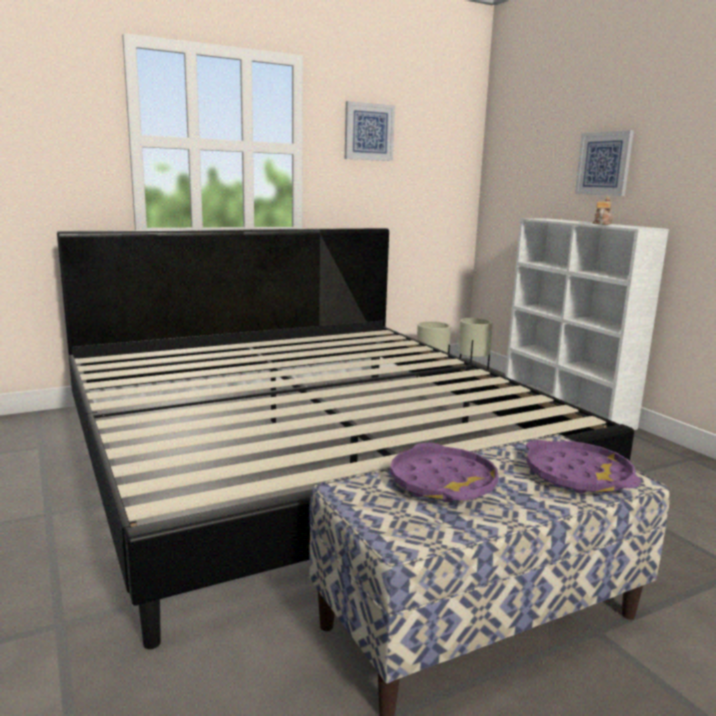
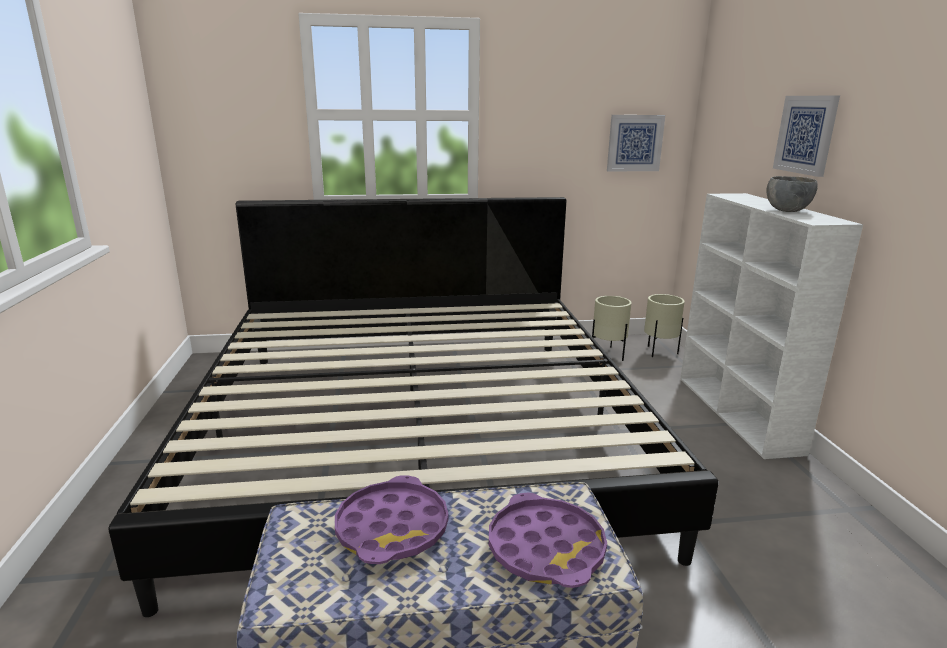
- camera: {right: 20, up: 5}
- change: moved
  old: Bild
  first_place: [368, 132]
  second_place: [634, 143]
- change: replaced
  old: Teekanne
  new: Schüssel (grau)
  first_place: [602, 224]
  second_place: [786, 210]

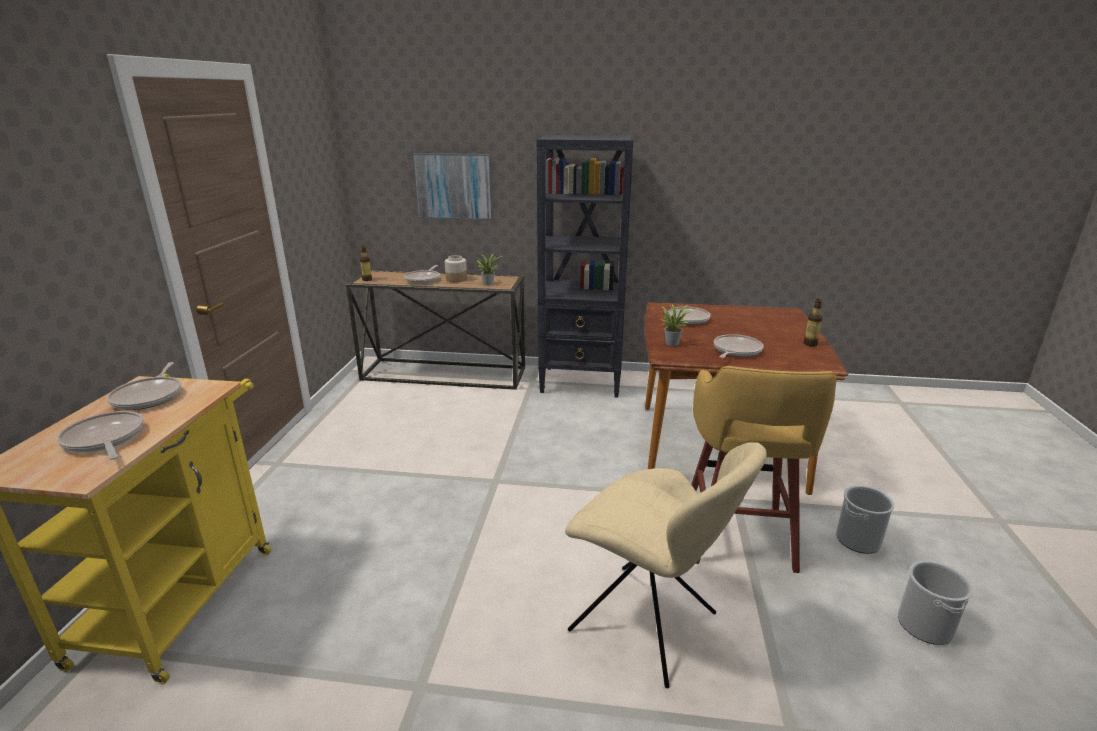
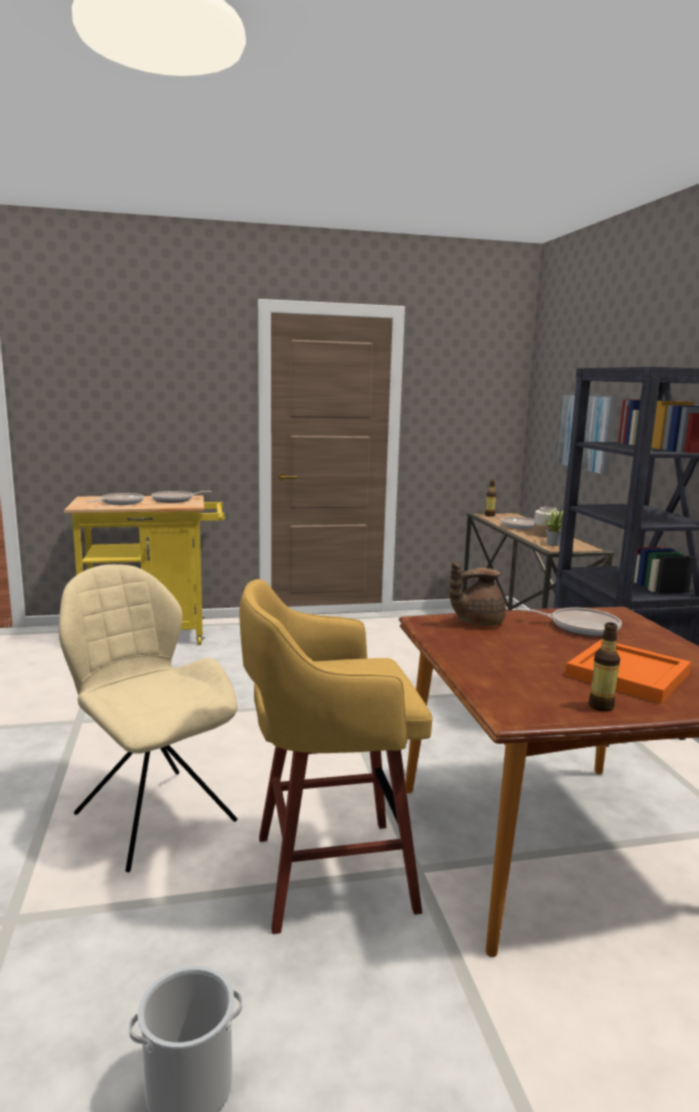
- camera: {right: 70, up: -10}
- change: removed
  old: Pfanne
  first_place: [735, 350]
- change: removed
  old: Eimer
  first_place: [858, 540]
- change: added
  new: Tablett (orange)
  second_place: [626, 673]
- change: replaced
  old: Topfpflanze
  new: Teekanne (braun)
  first_place: [672, 342]
  second_place: [476, 622]
- change: turned
  old: Stuhl (beige)
  first_place: [648, 625]
  second_place: [152, 814]
  degrees: 120

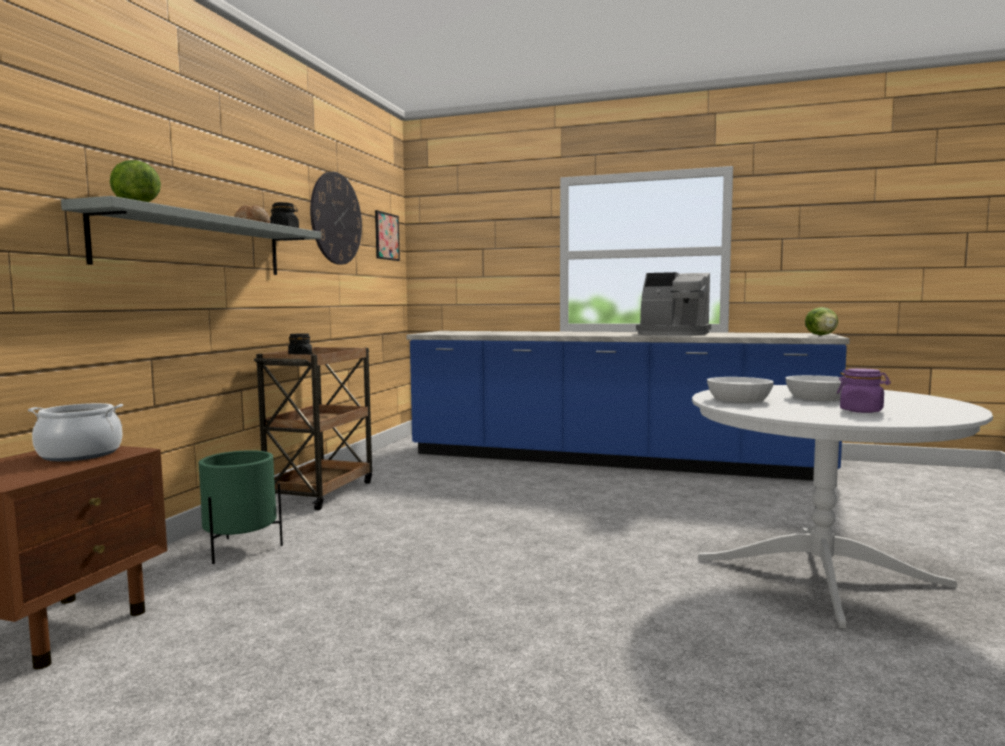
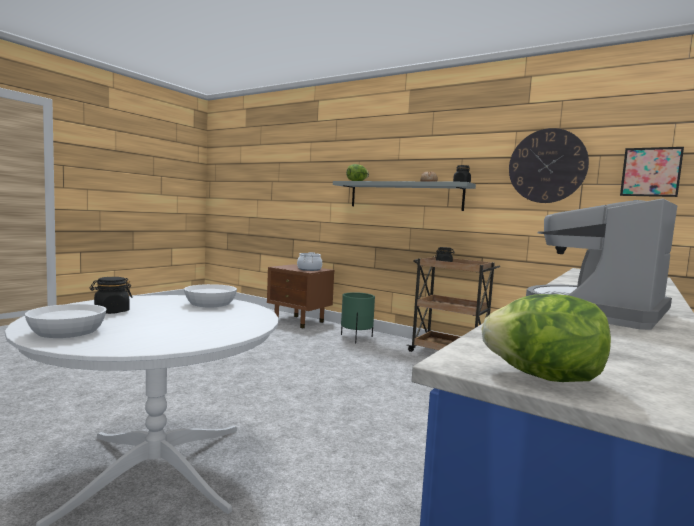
- camera: {right: 105, up: 0}
- change: moved
  old: Schüssel (weiß)
  first_place: [817, 398]
  second_place: [68, 332]
- change: recoloured
  old: Vorratsglas (lila)
  new: Vorratsglas (schwarz)
  first_place: [861, 411]
  second_place: [111, 311]

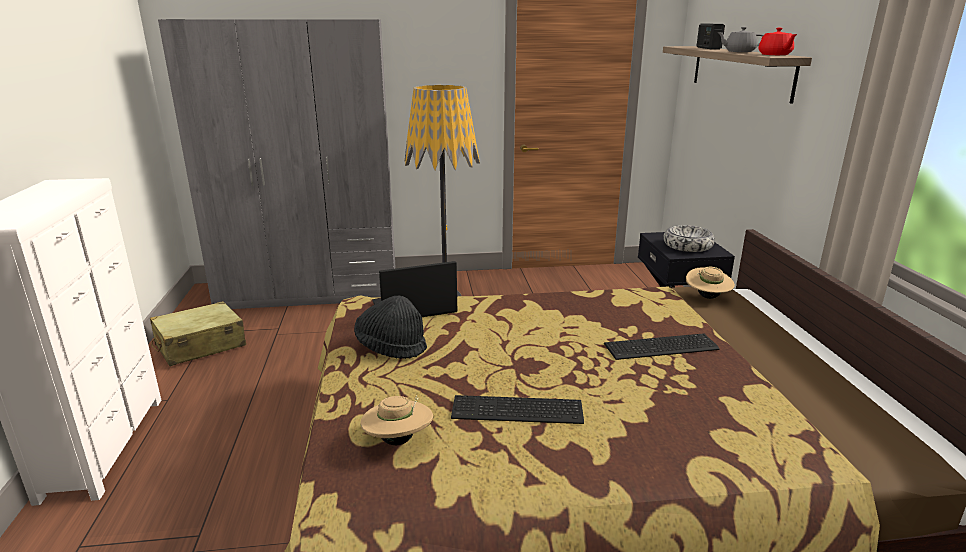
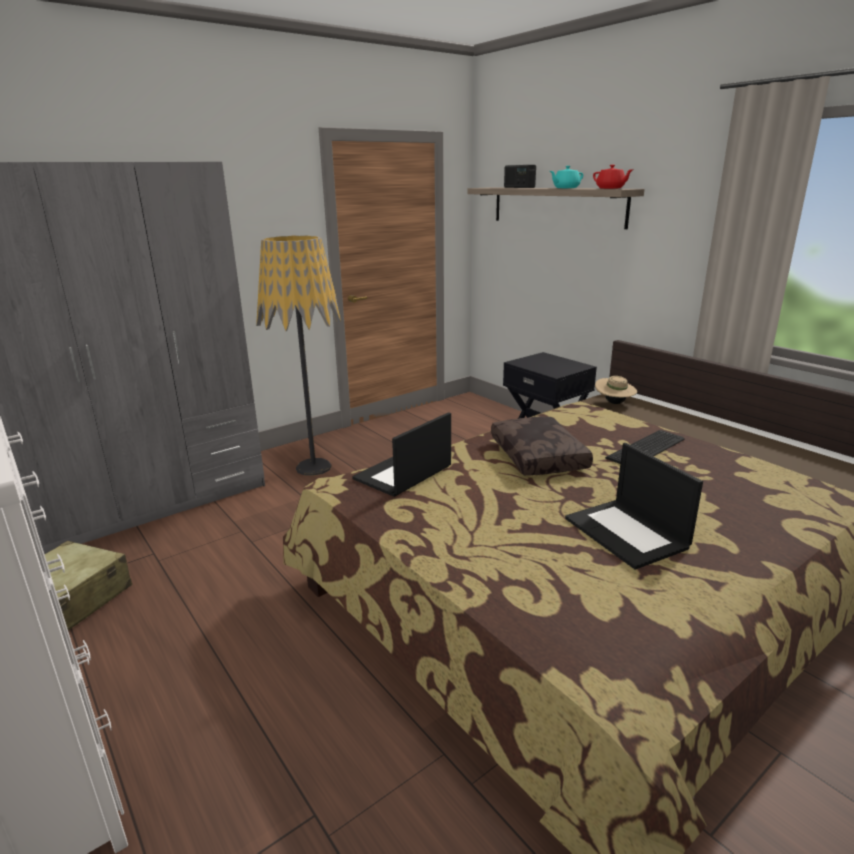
- camera: {right: -30, up: 0}
- change: removed
  old: Hut (schwarz)
  first_place: [391, 347]
- change: removed
  old: Hut (beige)
  first_place: [398, 440]
- change: removed
  old: Schüssel
  first_place: [687, 246]
- change: added
  new: Kissen (braun)
  second_place: [540, 457]
- change: replaced
  old: Tastatur
  new: Laptop
  first_place: [518, 411]
  second_place: [627, 533]
- change: recoloured
  old: Teekanne (grau)
  new: Teekanne (türkis)
  first_place: [739, 52]
  second_place: [565, 188]

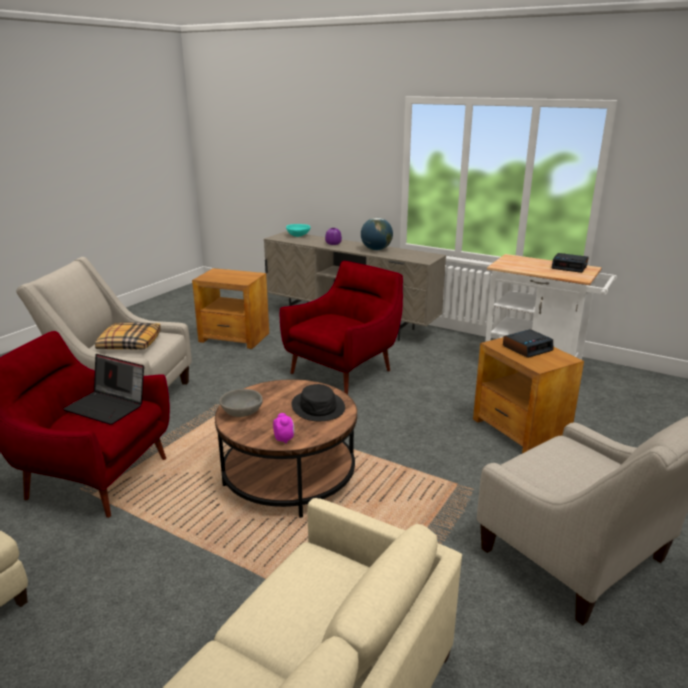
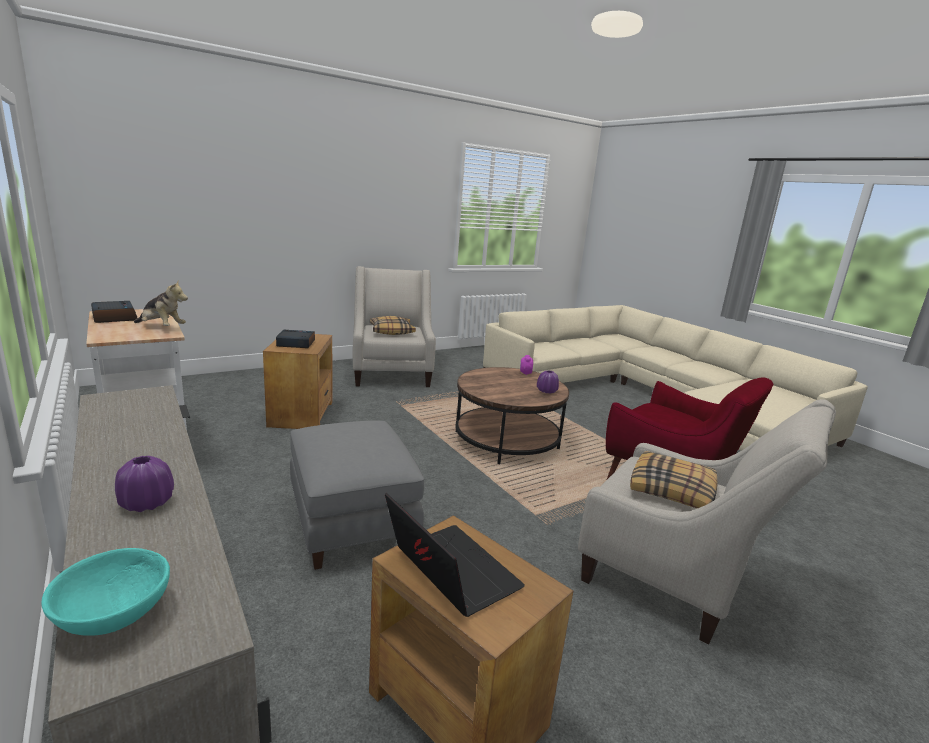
- camera: {right: -155, up: -5}
- change: removed
  old: Hut (schwarz)
  first_place: [318, 407]
- change: removed
  old: Globus
  first_place: [376, 249]
- change: added
  new: Plüschtier
  second_place: [161, 327]
- change: added
  new: Kissen
  second_place: [392, 331]
- change: moved
  old: Laptop
  first_place: [108, 406]
  second_place: [449, 572]
- change: replaced
  old: Schüssel (grau)
  new: Vase (lila)
  first_place: [242, 413]
  second_place: [546, 391]
- change: replaced
  old: Sessel (rot)
  new: Polsterhocker (grau)
  first_place: [344, 370]
  second_place: [350, 521]

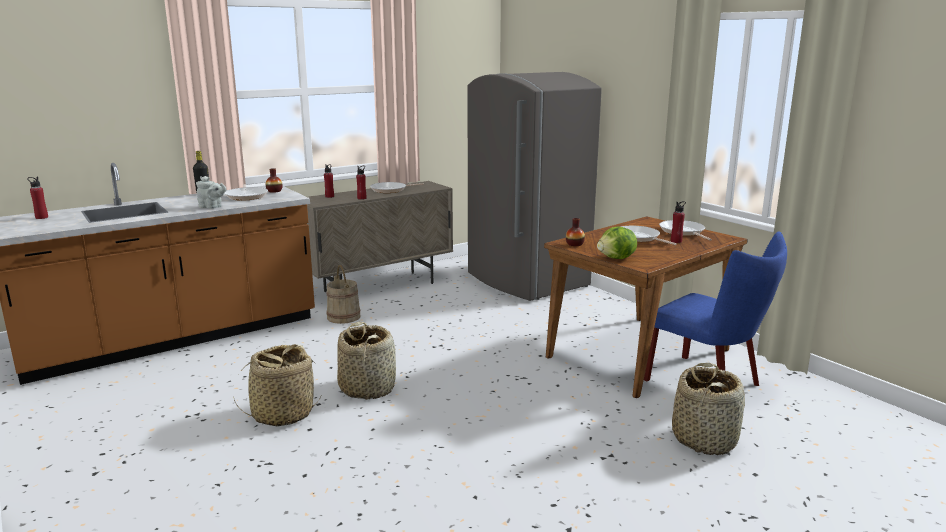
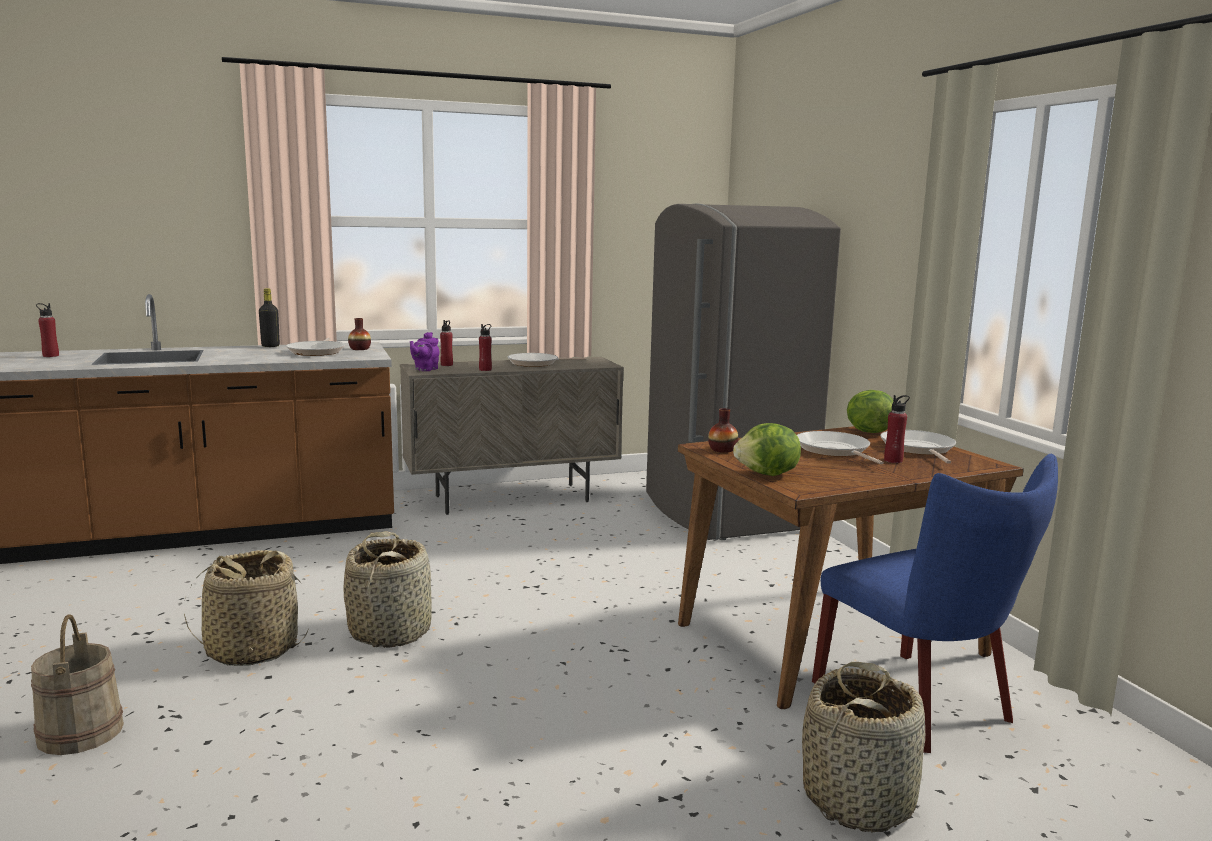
- camera: {right: 15, up: -5}
- change: removed
  old: Teekanne (grau)
  first_place: [212, 207]
- change: added
  new: Teekanne (lila)
  second_place: [425, 369]
- change: added
  new: Salatkopf
  second_place: [867, 432]
- change: moved
  old: Eimer (beige)
  first_place: [343, 317]
  second_place: [79, 732]

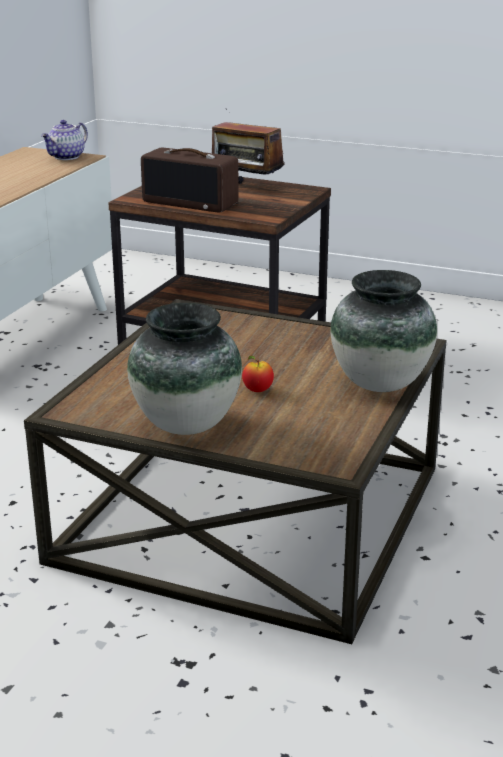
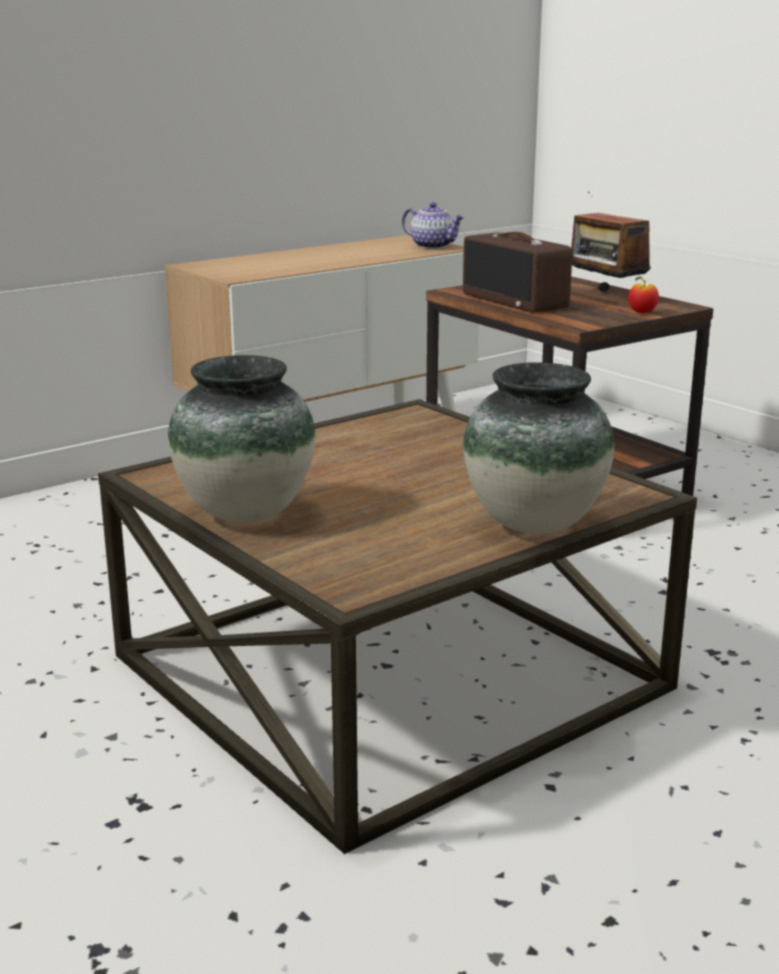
- camera: {right: 30, up: -5}
- change: moved
  old: Apfel
  first_place: [257, 390]
  second_place: [642, 313]
- change: turned
  old: Teekanne
  first_place: [67, 157]
  second_place: [433, 246]
  degrees: -120

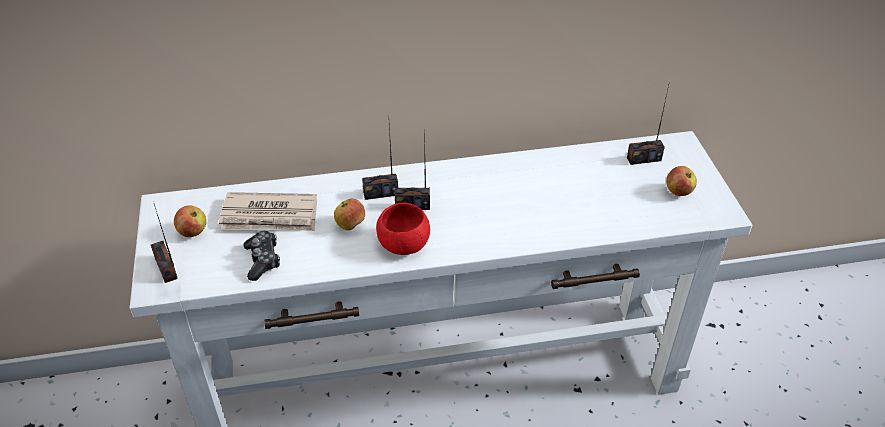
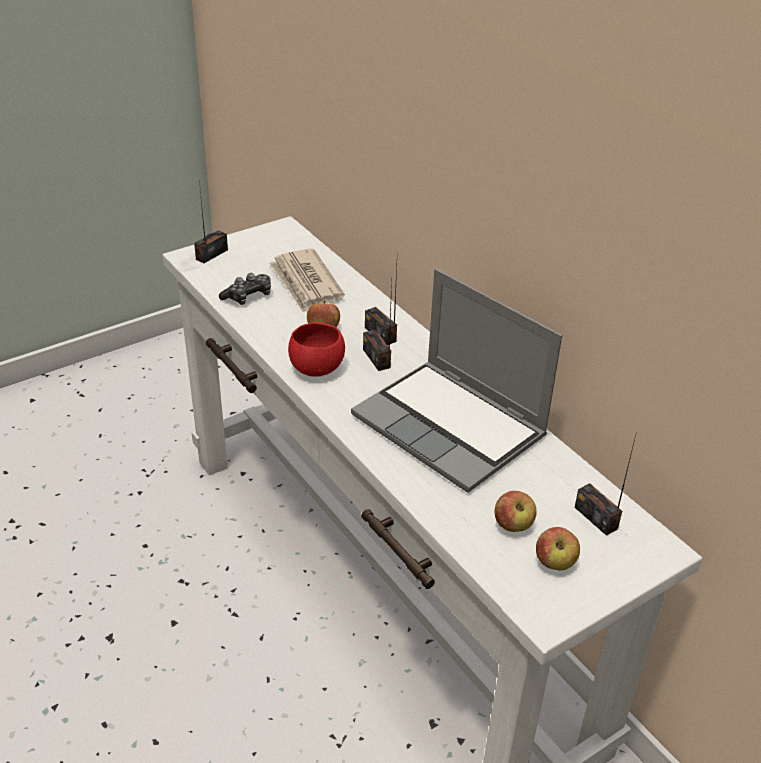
- camera: {right: 65, up: -5}
- change: added
  new: Laptop
  second_place: [452, 427]
- change: moved
  old: Apfel
  first_place: [193, 232]
  second_place: [513, 525]

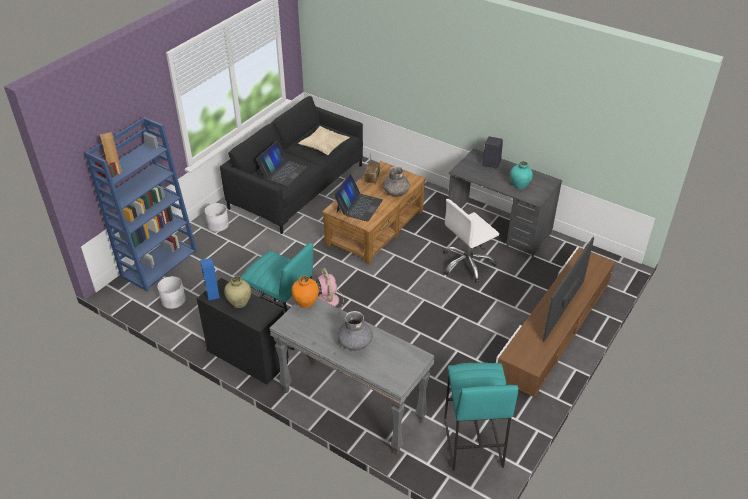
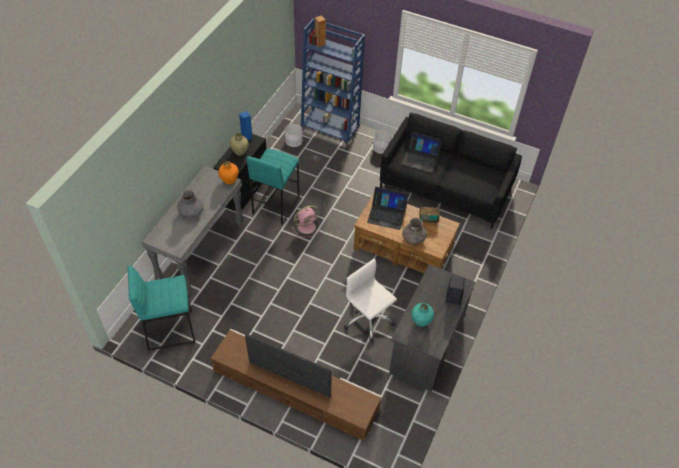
- camera: {right: 80, up: 10}
- change: removed
  old: Kissen (beige)
  first_place: [324, 147]

